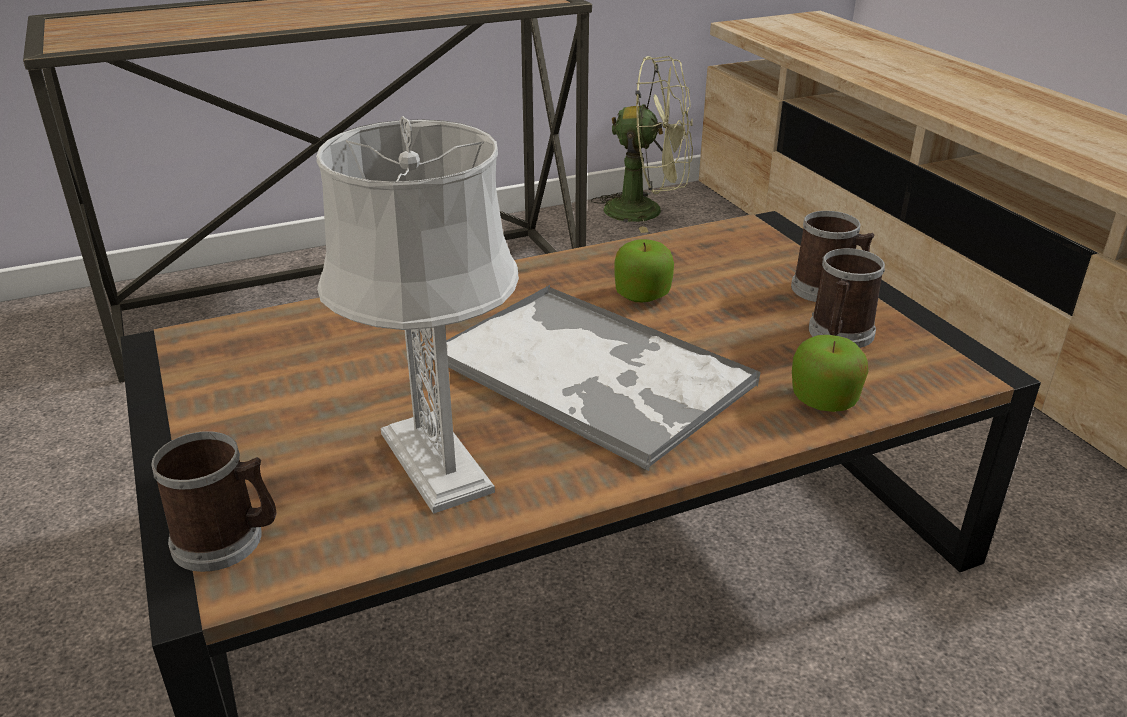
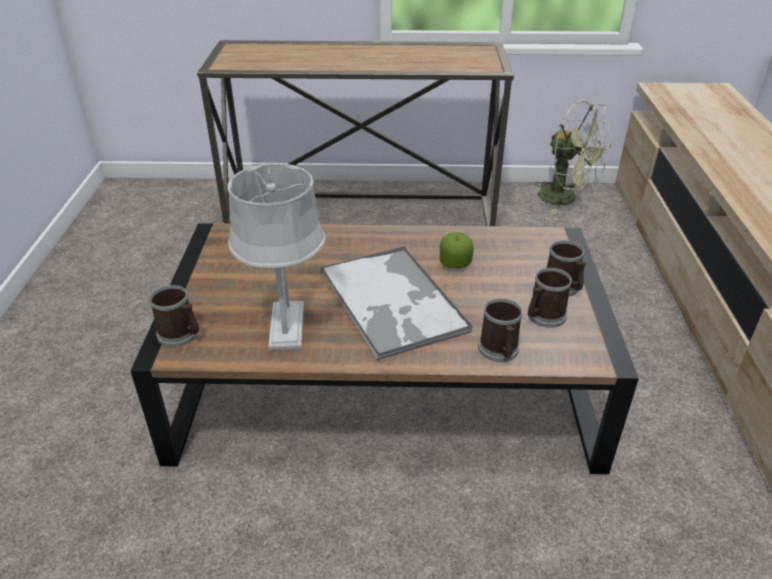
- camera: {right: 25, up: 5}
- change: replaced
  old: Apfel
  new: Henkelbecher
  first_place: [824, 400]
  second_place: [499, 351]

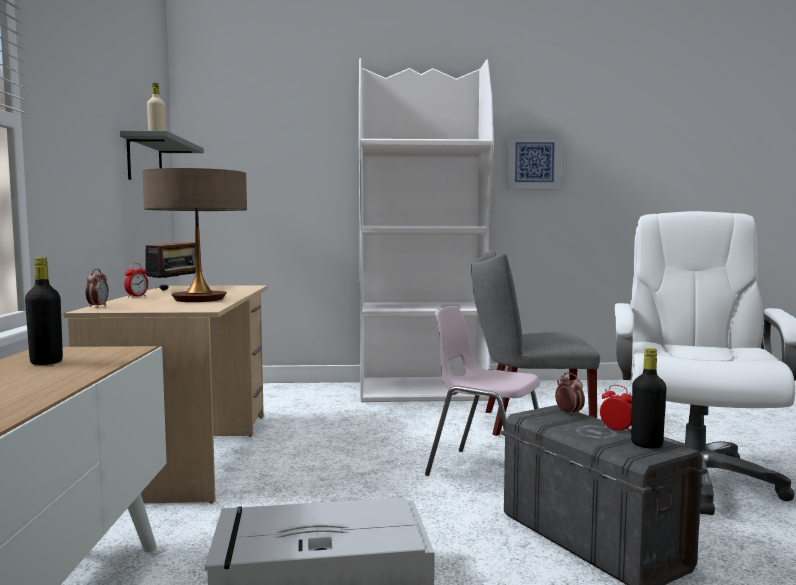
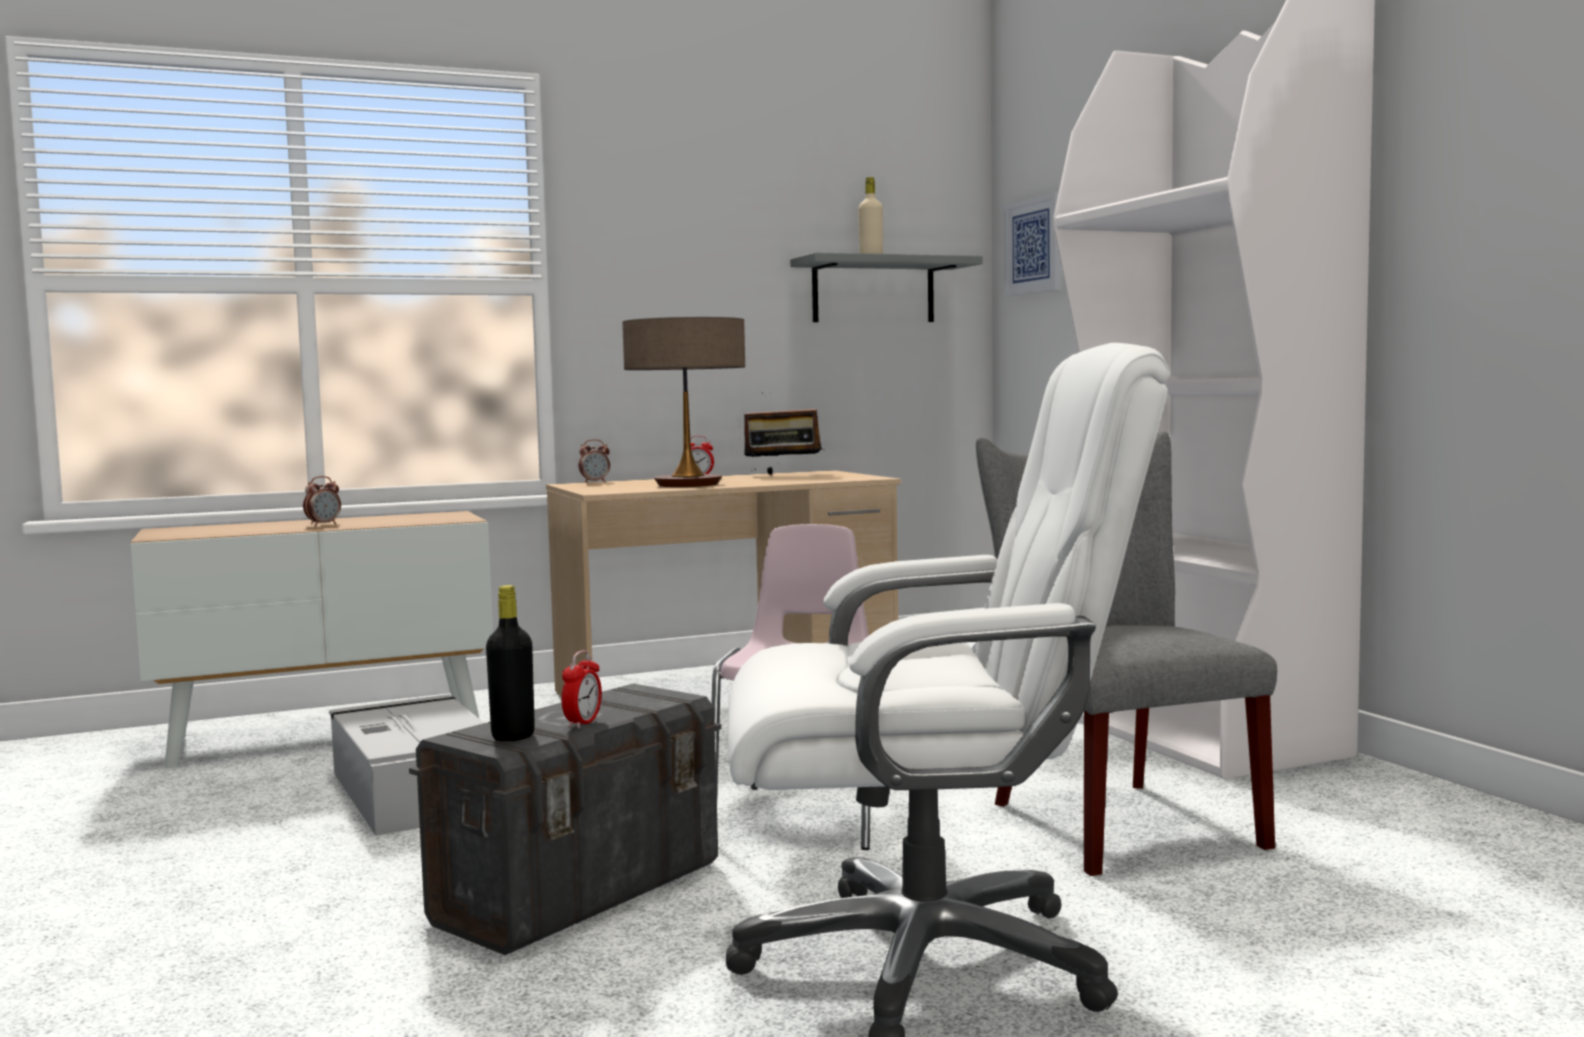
- camera: {right: 70, up: 0}
- change: removed
  old: Flasche (schwarz)
  first_place: [46, 362]
- change: moved
  old: Bild
  first_place: [533, 162]
  second_place: [1034, 246]
- change: moved
  old: Wecker
  first_place: [569, 413]
  second_place: [323, 524]

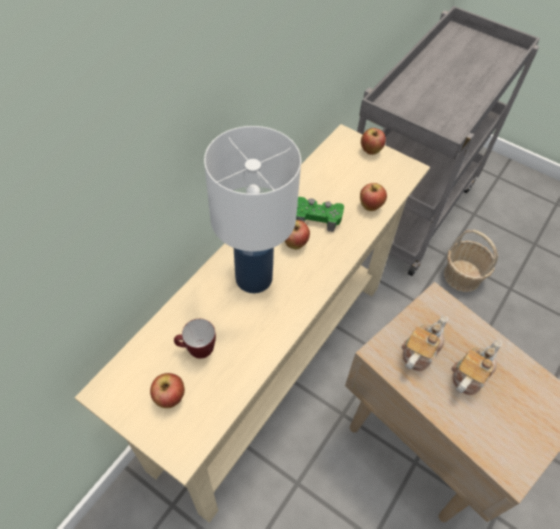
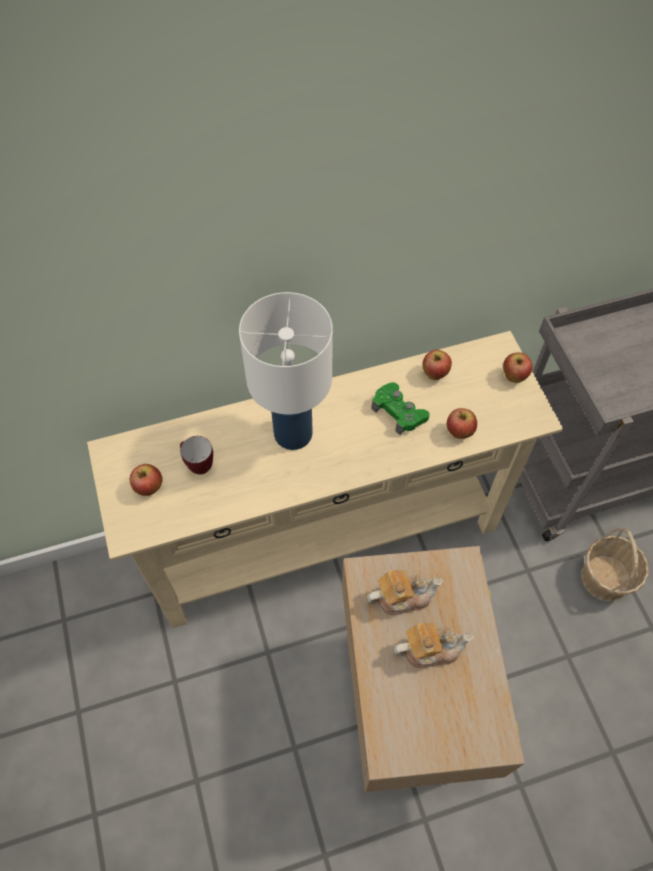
- camera: {right: 40, up: 5}
- change: moved
  old: Apfel
  first_place: [295, 244]
  second_place: [434, 374]

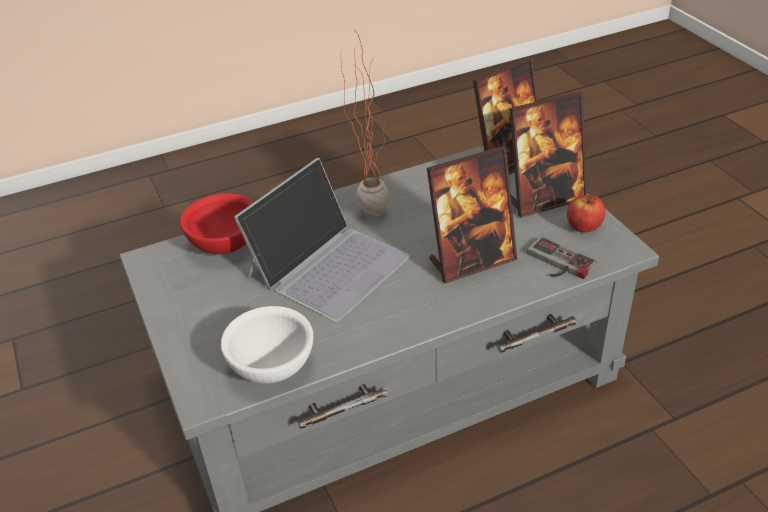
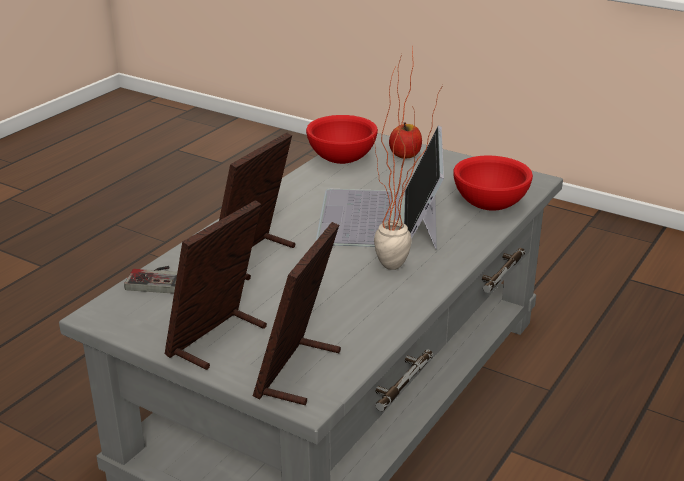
- camera: {right: 145, up: -10}
- change: moved
  old: Apfel
  first_place: [583, 226]
  second_place: [405, 155]
- change: recoloured
  old: Schüssel (weiß)
  new: Schüssel (rot)
  first_place: [271, 367]
  second_place: [343, 159]

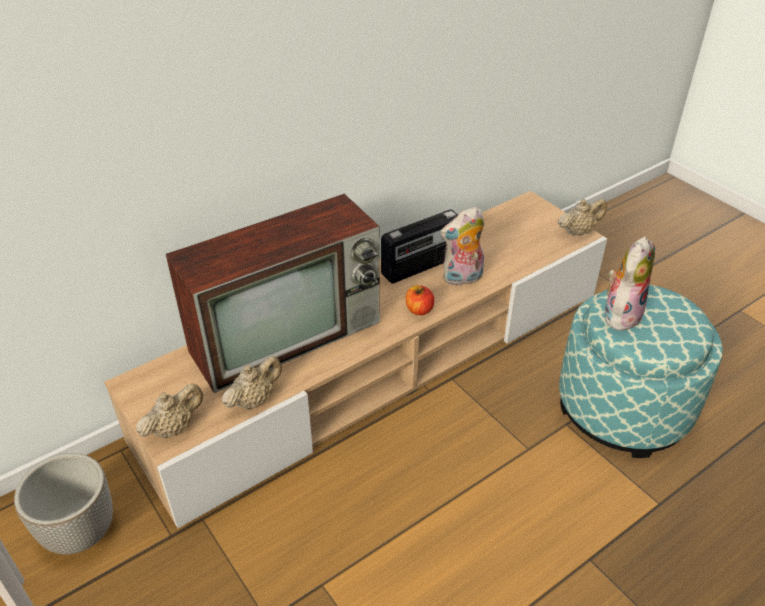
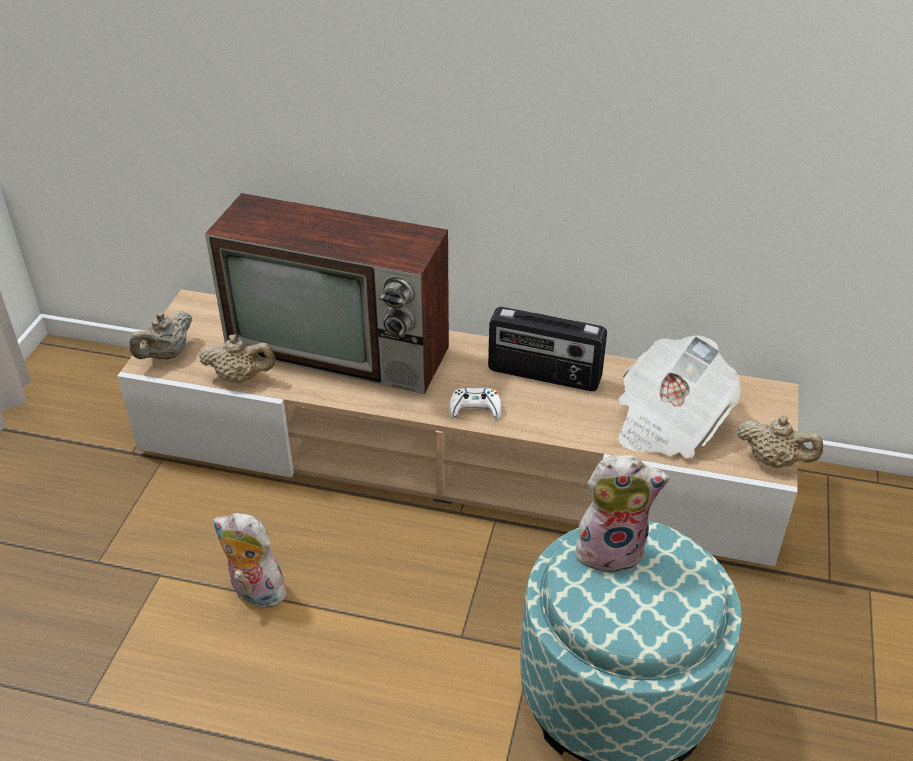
- camera: {right: 50, up: 0}
- change: removed
  old: Pflanzkübel
  first_place: [79, 532]
- change: added
  new: Zeitung
  second_place: [668, 422]
- change: moved
  old: Plüschtier
  first_place: [462, 278]
  second_place: [254, 593]
- change: replaced
  old: Apfel
  new: Gamepad (weiß)
  first_place: [419, 310]
  second_place: [474, 409]
- change: turned
  old: Teekanne (beige)
  first_place: [174, 428]
  second_place: [167, 355]
  degrees: 120

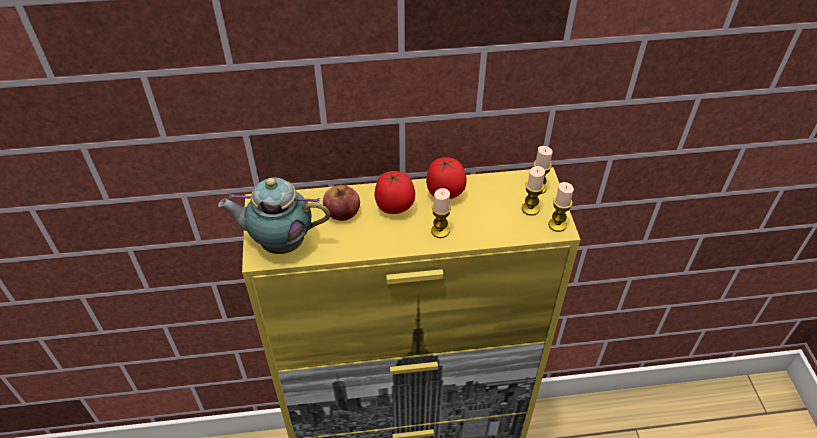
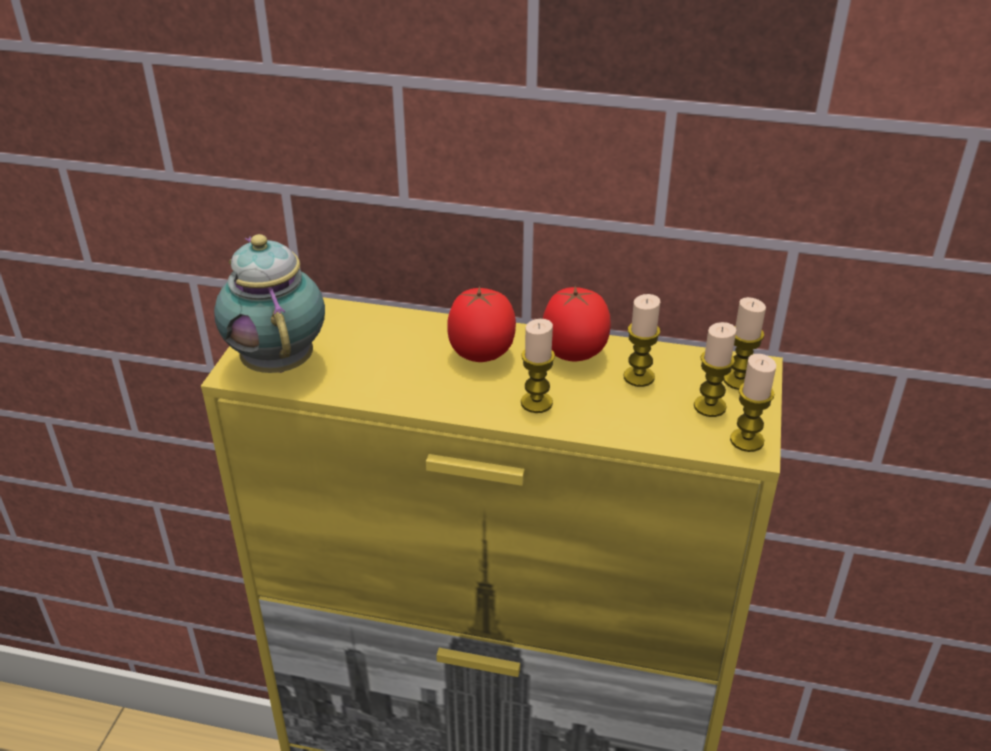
- camera: {right: 20, up: -10}
- change: removed
  old: Apfel
  first_place: [342, 211]
- change: added
  new: Kerze
  second_place: [638, 377]
- change: turned
  old: Teekanne
  first_place: [280, 243]
  second_place: [278, 361]
  degrees: 45

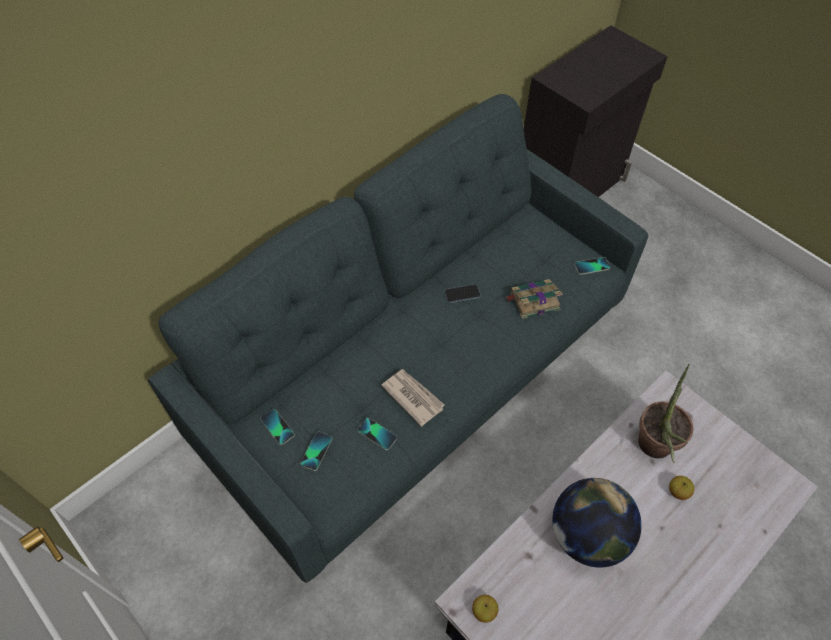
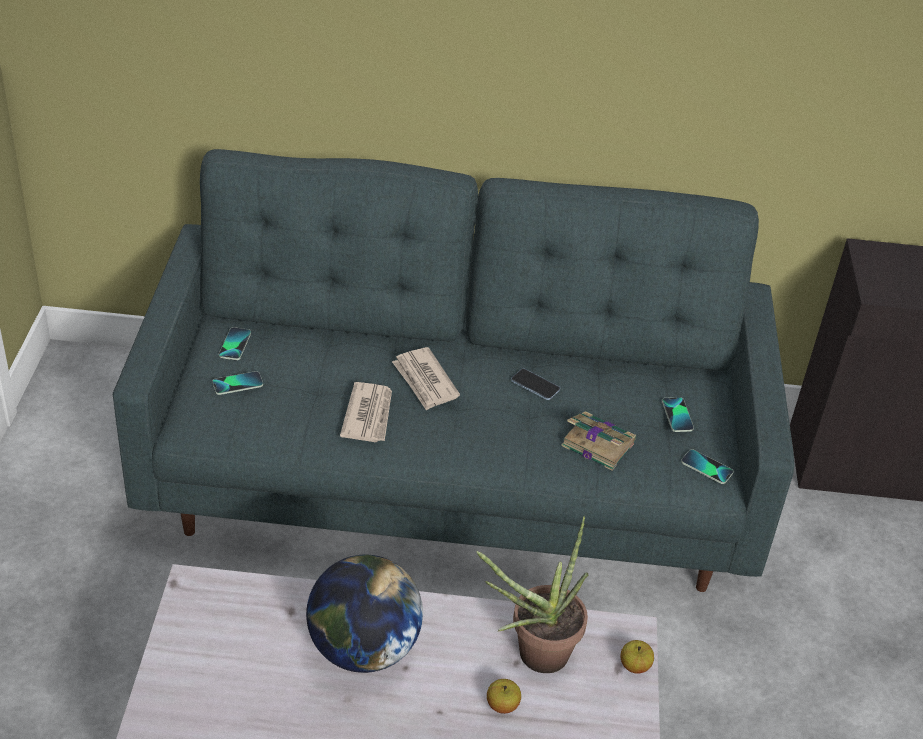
- camera: {right: 45, up: -15}
- change: added
  new: Zeitung
  second_place: [425, 381]
- change: moved
  old: Handy
  first_place: [377, 434]
  second_place: [677, 415]
- change: moved
  old: Apfel
  first_place: [484, 611]
  second_place: [634, 666]

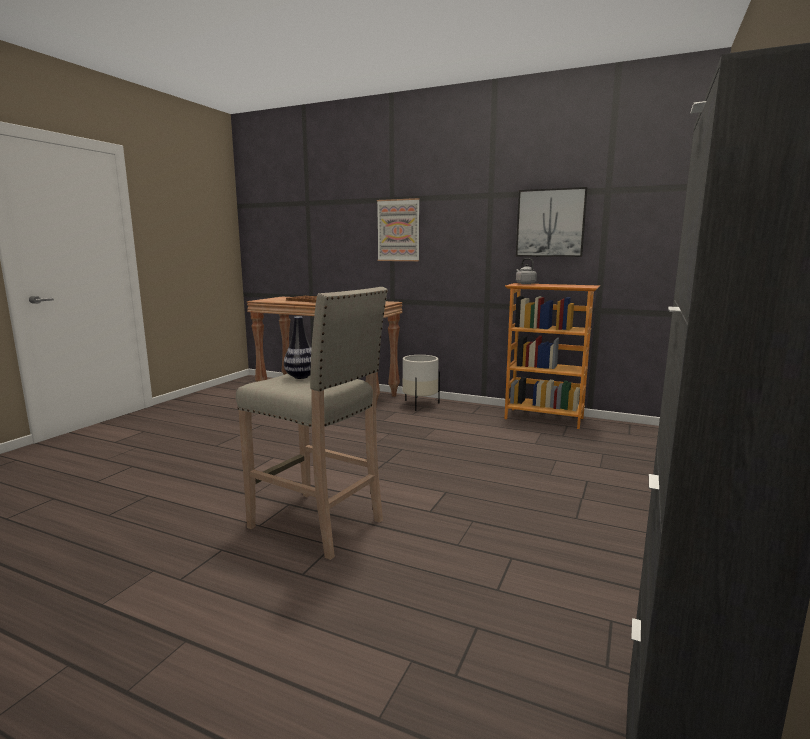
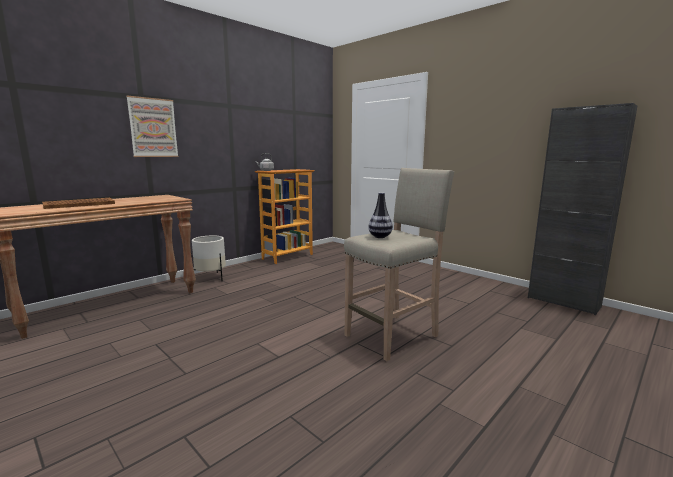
- camera: {right: -70, up: 0}
- change: removed
  old: Bild
  first_place: [550, 223]

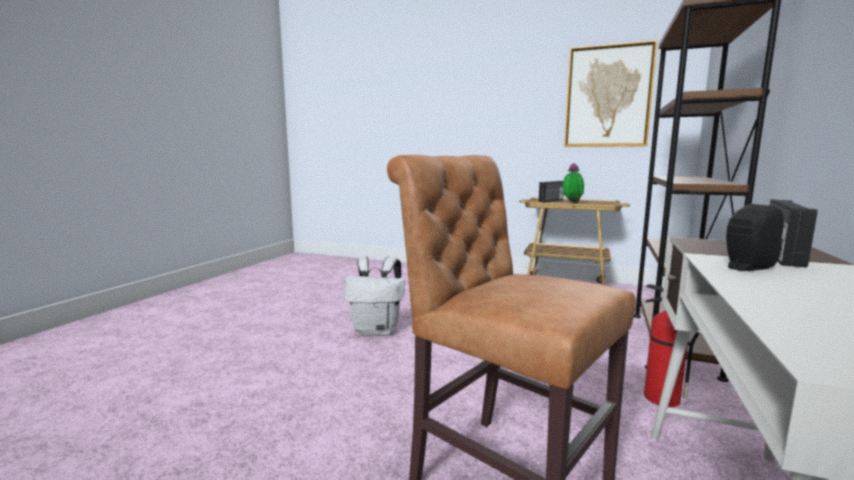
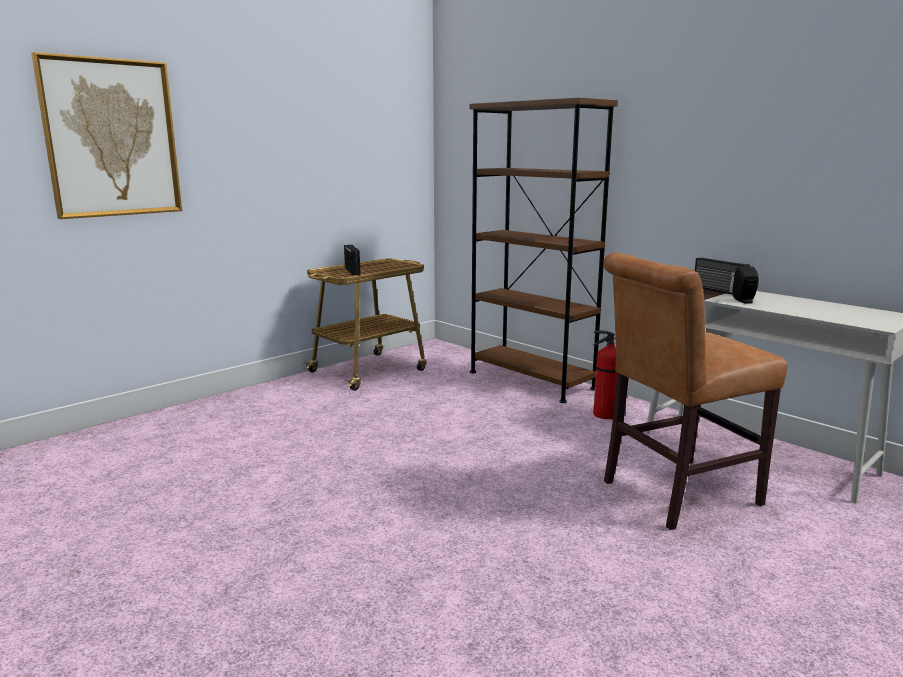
- camera: {right: -65, up: 5}
- change: removed
  old: Rucksack (weiß)
  first_place: [377, 330]
- change: removed
  old: Topfpflanze
  first_place: [572, 203]
- change: moved
  old: Bild
  first_place: [608, 97]
  second_place: [111, 138]

